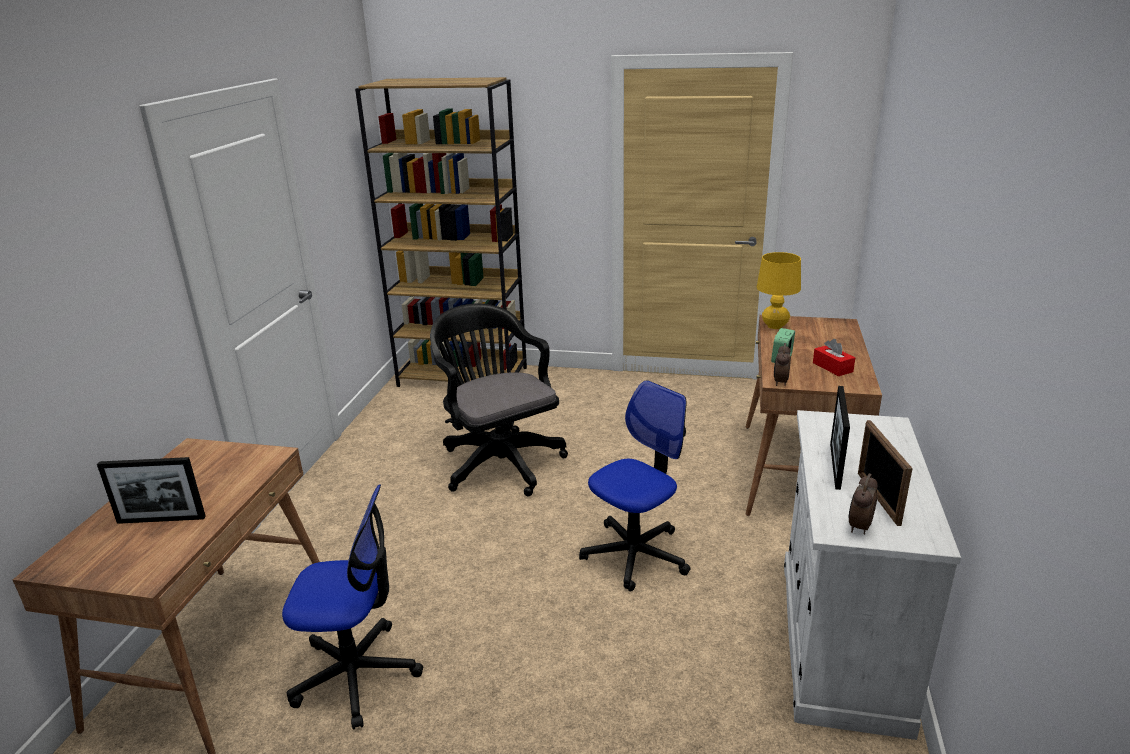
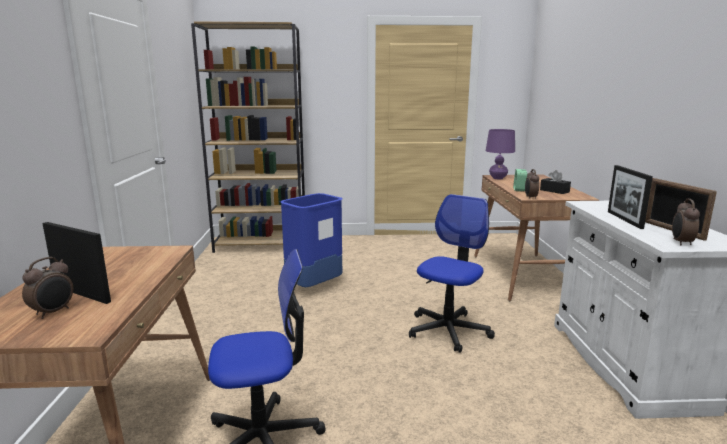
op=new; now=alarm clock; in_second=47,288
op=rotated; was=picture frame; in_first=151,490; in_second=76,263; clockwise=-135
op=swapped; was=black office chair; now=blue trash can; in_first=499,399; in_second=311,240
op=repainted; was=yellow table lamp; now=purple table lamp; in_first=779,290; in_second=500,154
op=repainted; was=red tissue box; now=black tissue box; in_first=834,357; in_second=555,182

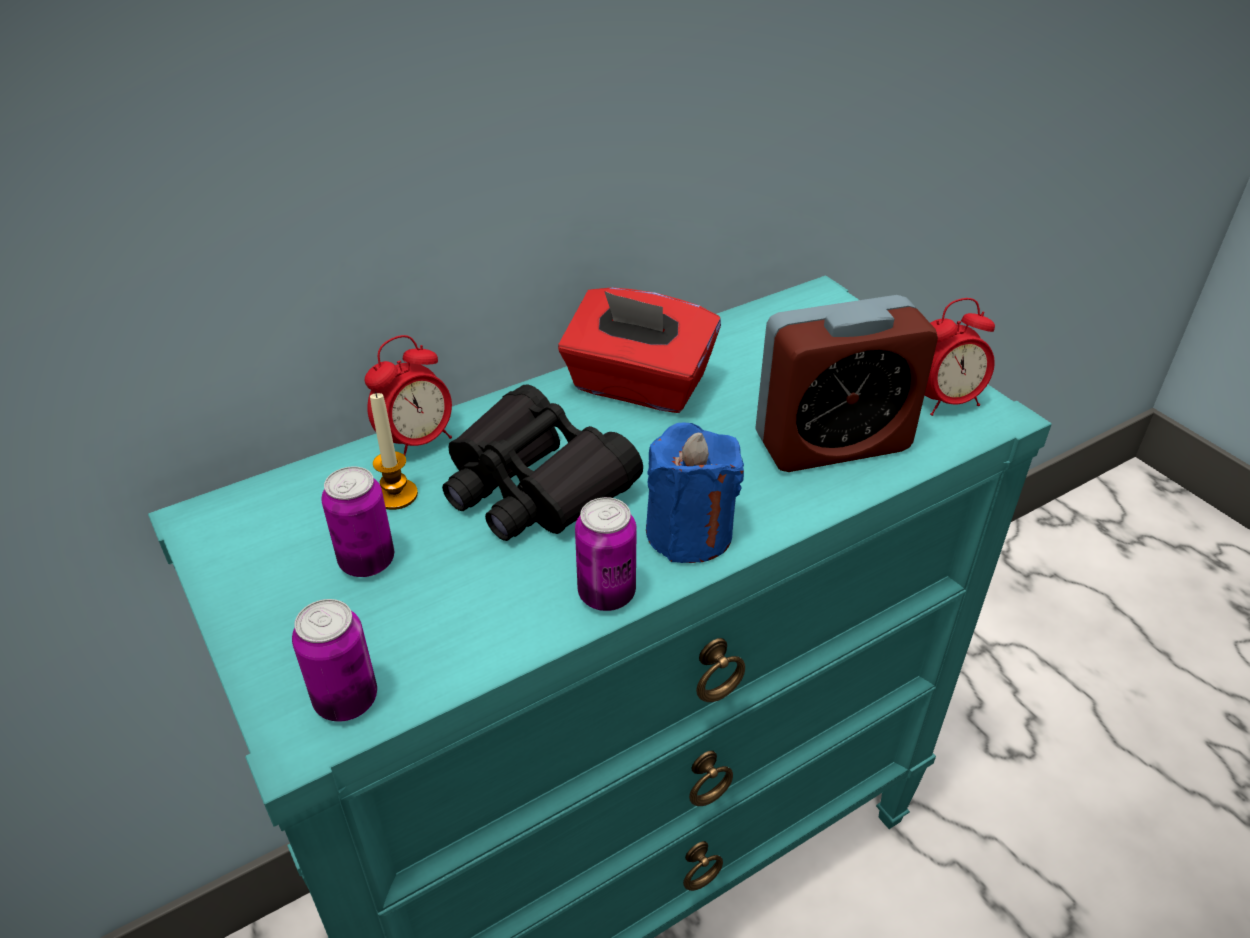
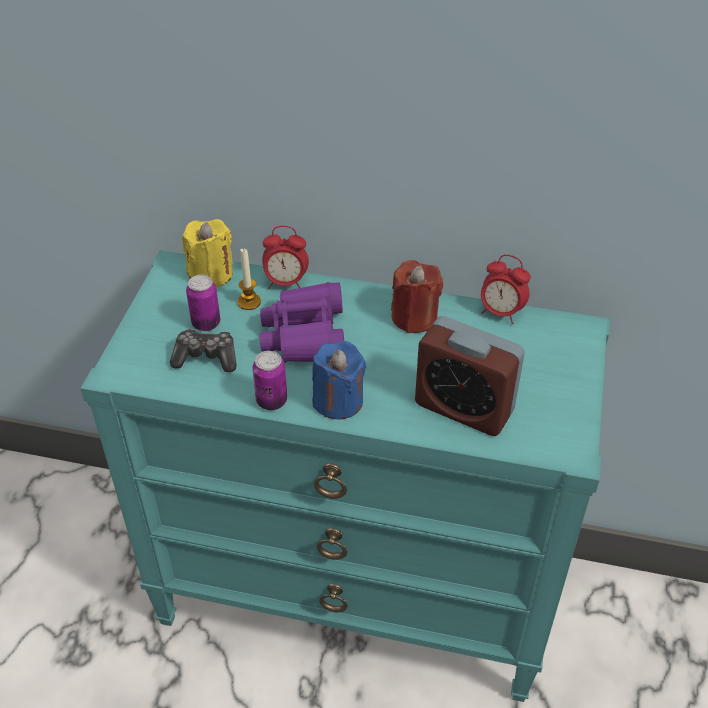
op=new; now=game controller; in_second=203,350
op=new; now=yellow candle; in_second=207,253
op=repainted; was=black binoculars; now=purple binoculars; in_first=542,463; in_second=302,322
op=swapped; was=red tissue box; now=red candle; in_first=639,350; in_second=417,296
op=shifted; was=alarm clock; in_first=960,357; in_second=505,289
op=gone; was=can; in_first=334,660

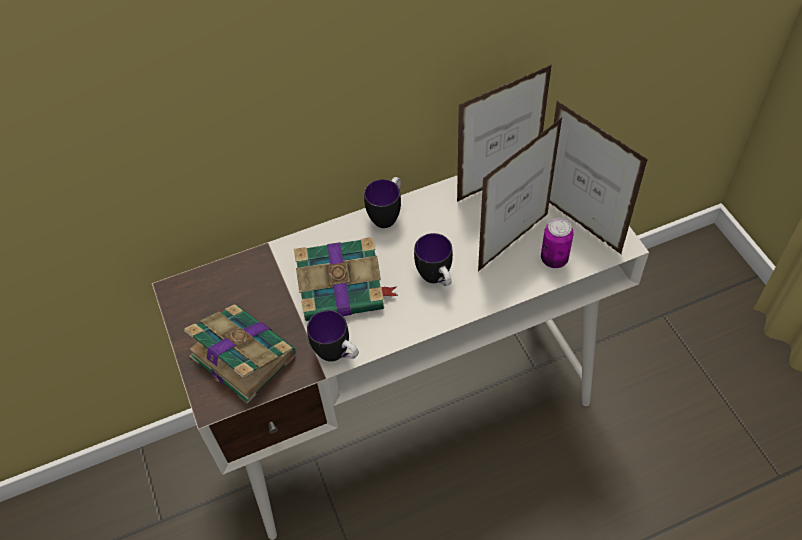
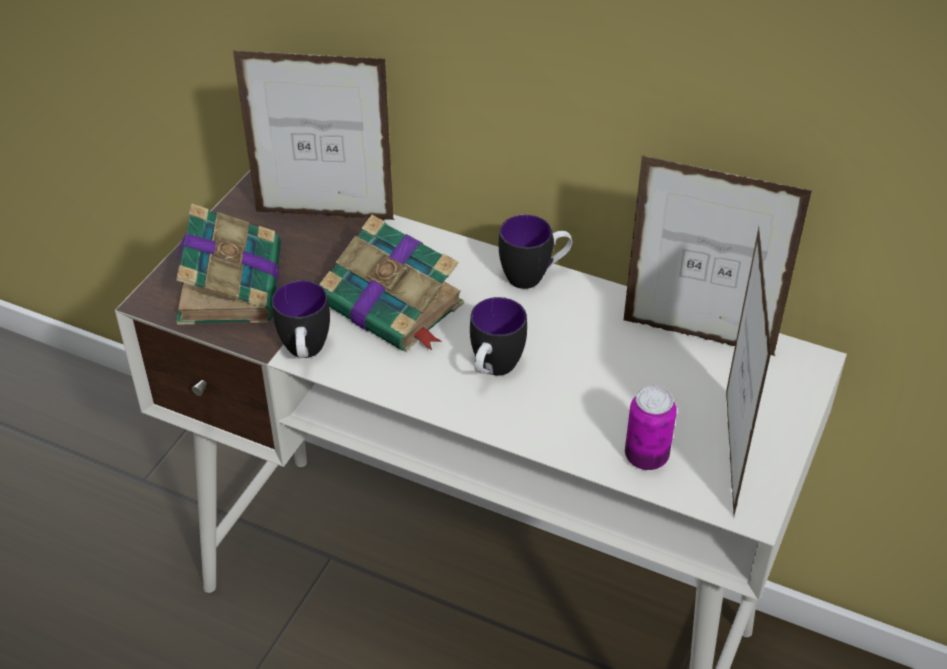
op=shifted; was=picture frame; in_first=520,194; in_second=314,135

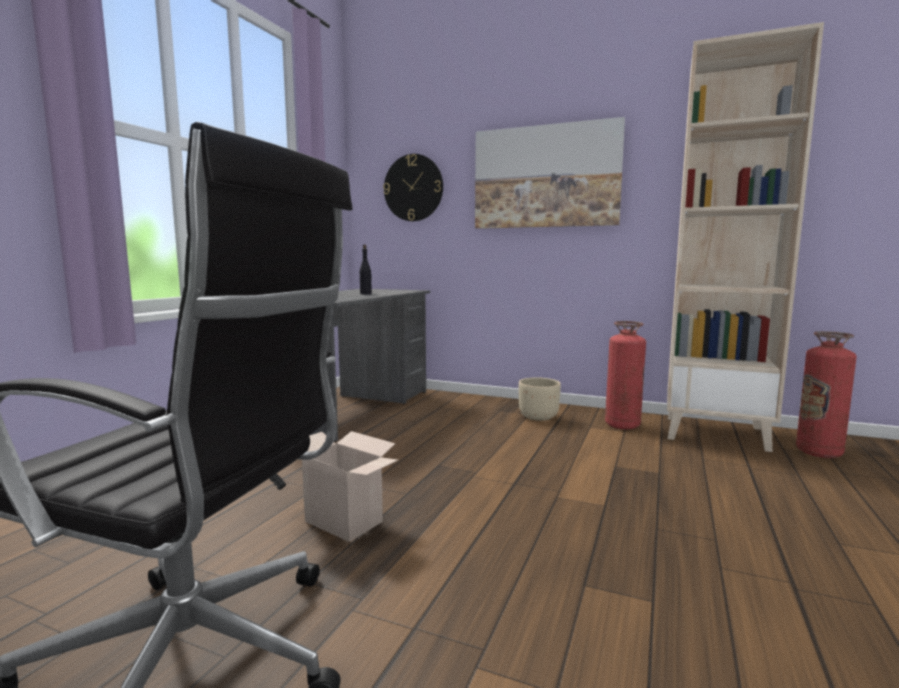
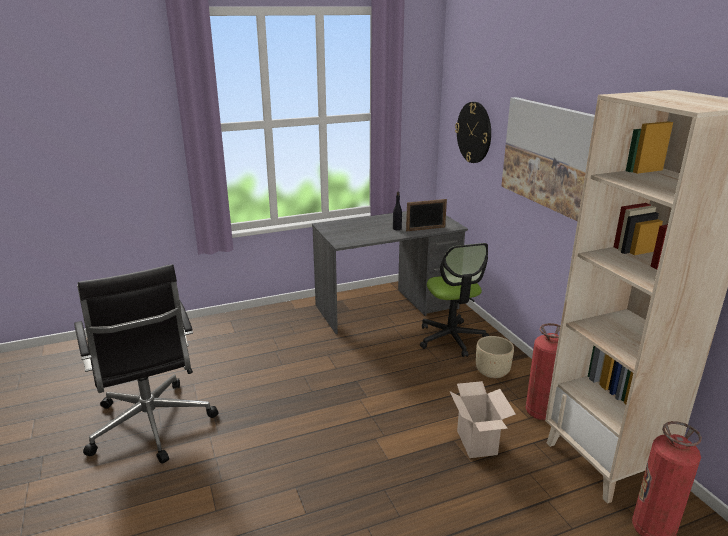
op=new; now=picture frame; in_second=426,215
op=new; now=office chair; in_second=454,300
op=shifted; was=cardboard box; in_first=350,486; in_second=483,419

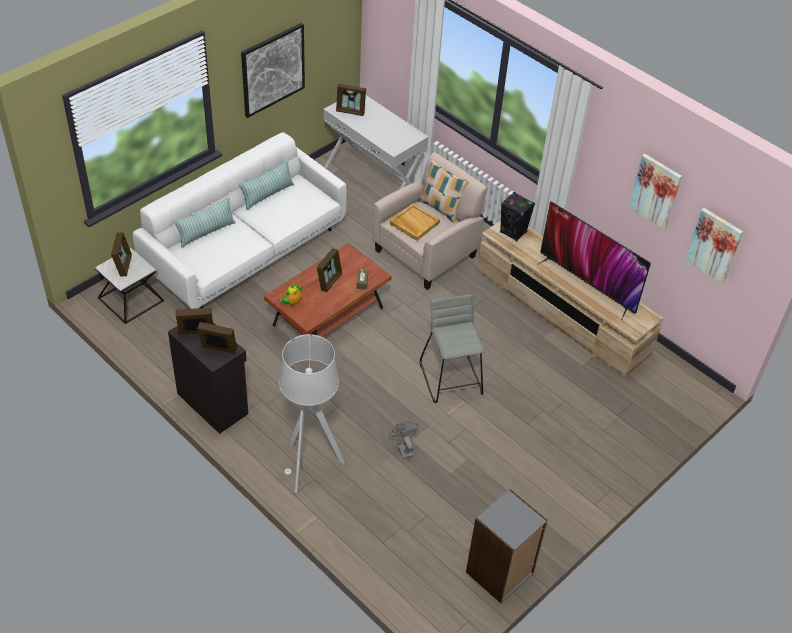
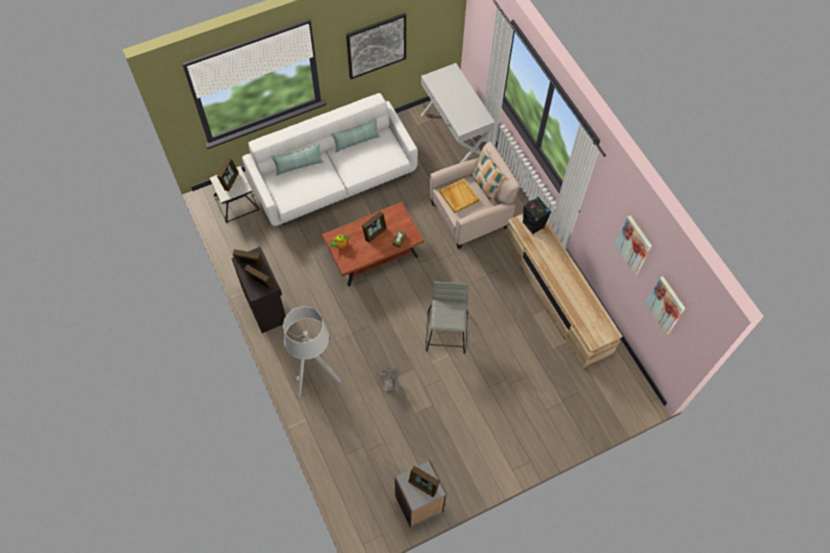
op=shifted; was=picture frame; in_first=351,100; in_second=424,481
op=gone; was=television; in_first=594,260

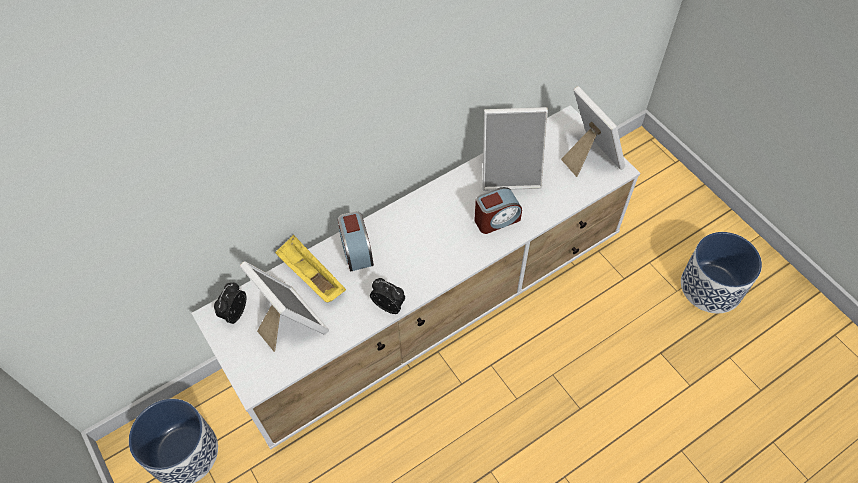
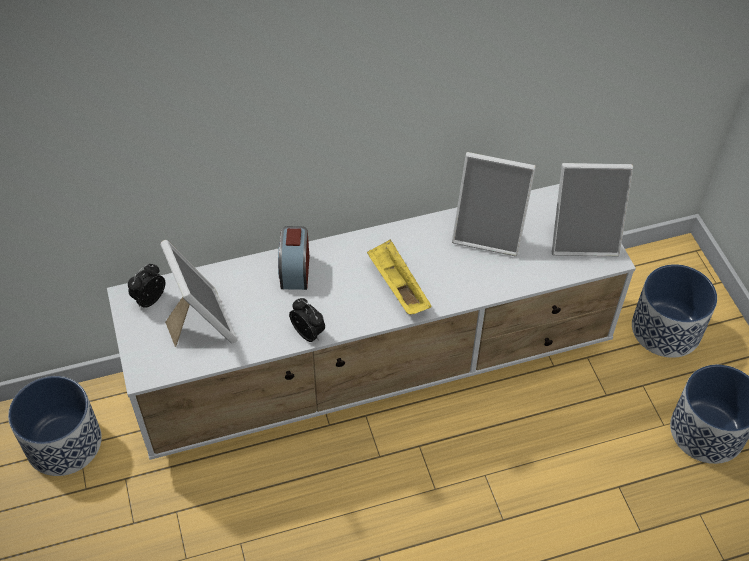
op=shifted; was=yellow tray; in_first=310,268; in_second=399,277
op=rotated; was=picture frame; in_first=593,131; in_second=592,210; clockwise=105
op=new; now=planter; in_second=674,311
op=gone; was=alarm clock; in_first=498,210

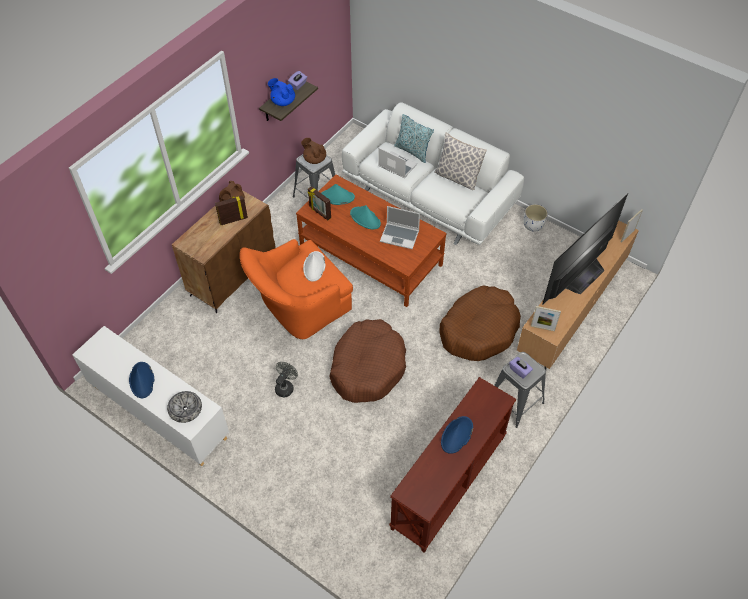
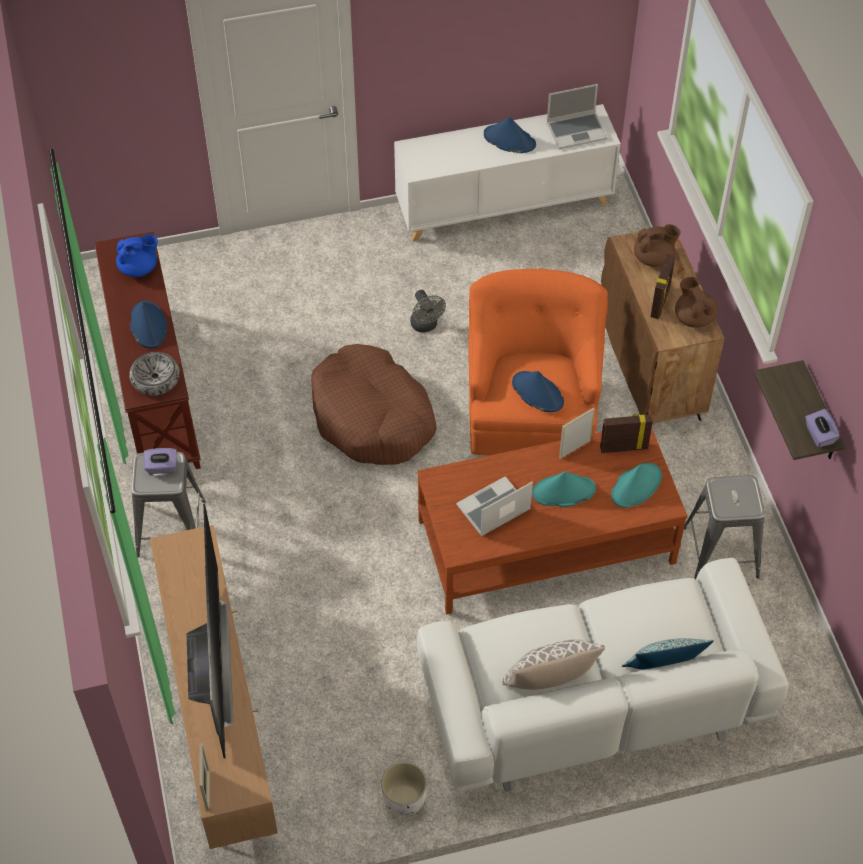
op=shifted; was=blue teapot; in_first=281,92; in_second=137,255
op=shifted; was=bowl; in_first=184,407; in_second=154,373
op=repainted; was=white hat; now=blue hat; in_first=314,266; in_second=538,391
op=shifted; was=laptop; in_first=397,163; in_second=576,116
op=shifted; was=picture frame; in_first=546,318; in_second=577,433
op=shifted; was=brown teapot; in_first=313,151; in_second=657,245
op=gone; was=brown dog bed; in_first=480,323

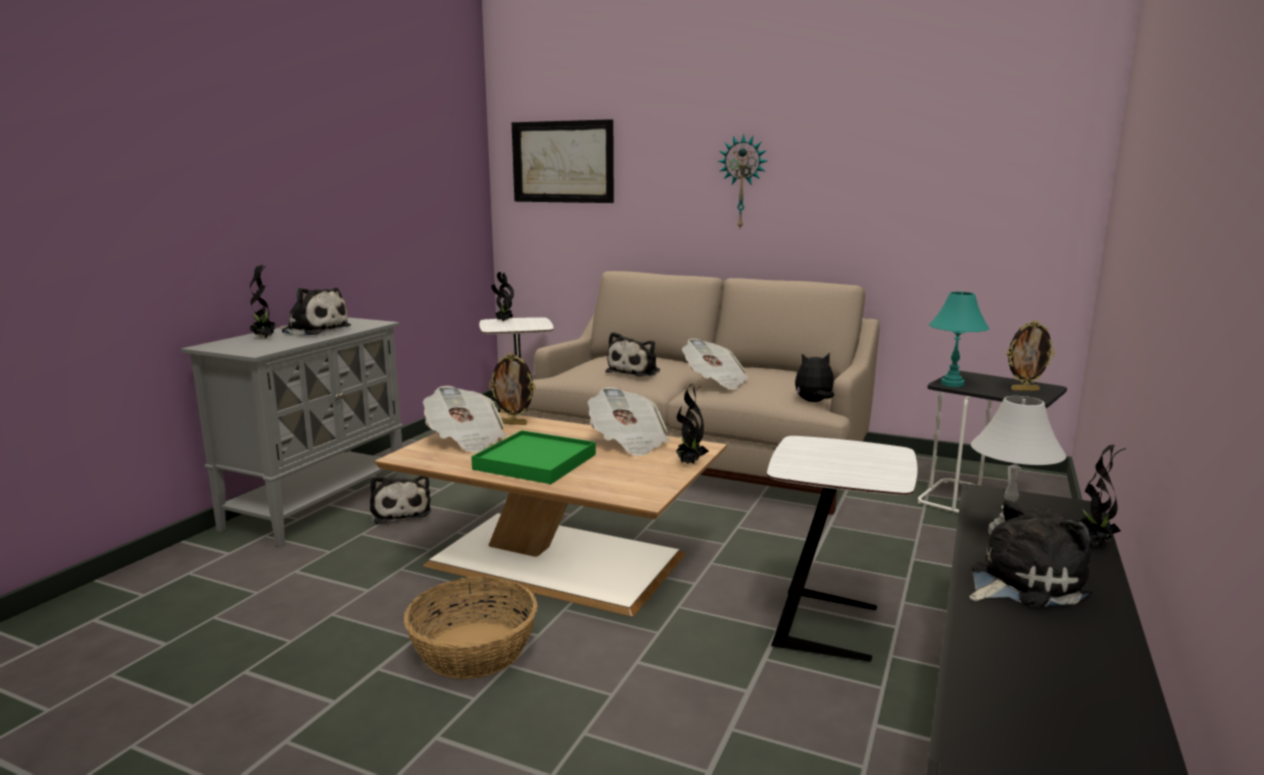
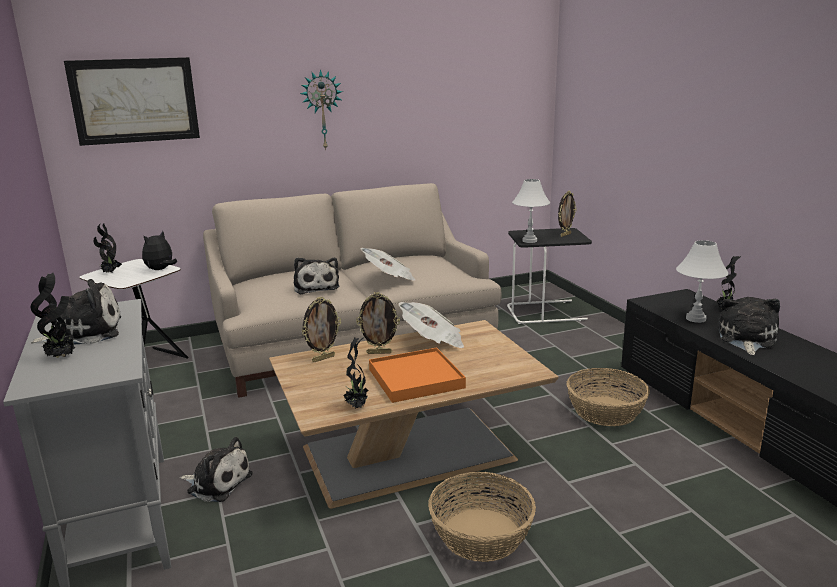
op=shifted; was=plush toy; in_first=814,377; in_second=159,250
op=shifted; was=potted plant; in_first=692,424; in_second=356,373
op=new; now=picture frame; in_second=378,323
op=repainted; was=green tray; now=orange tray; in_first=533,457; in_second=417,375
op=repainted; was=turquoise table lamp; now=white table lamp; in_first=959,339; in_second=531,211
op=swapped; was=white side table; now=basket; in_first=842,549; in_second=608,397
op=gone; was=newspaper; in_first=464,419

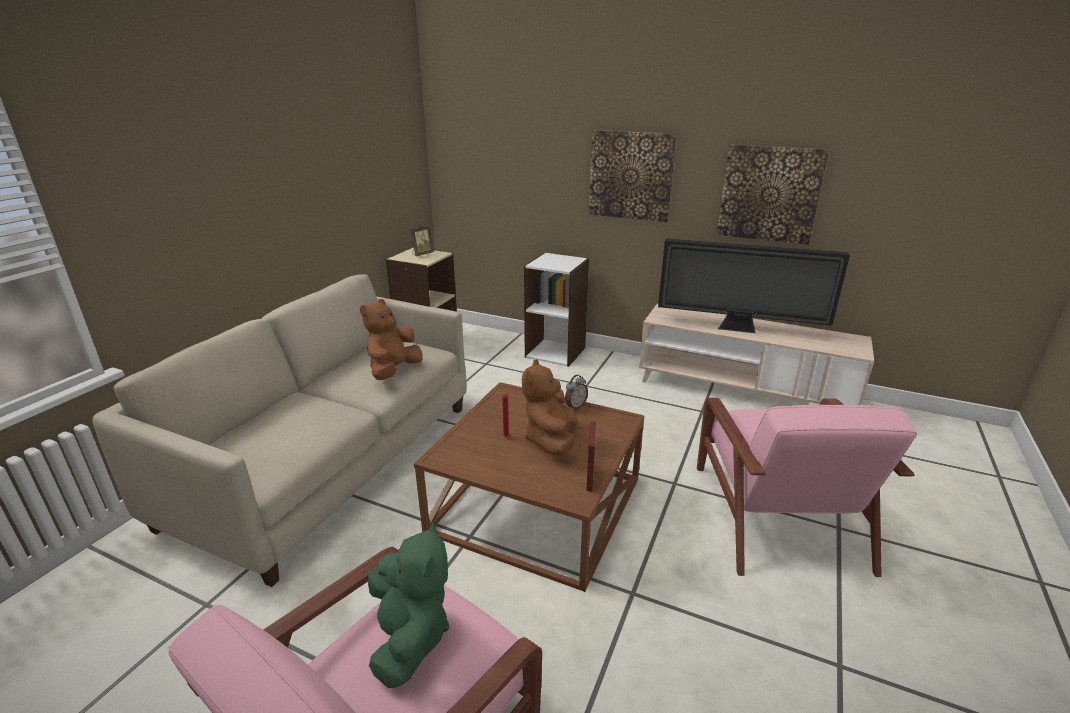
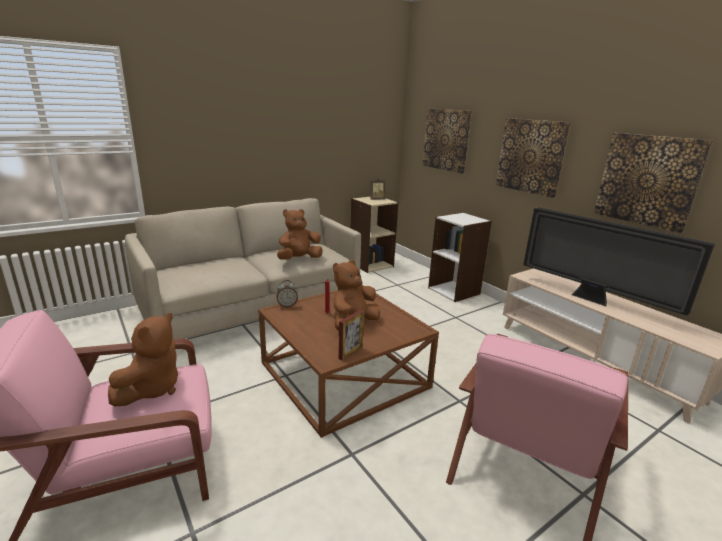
op=repainted; was=green plush toy; now=brown plush toy; in_first=408,604; in_second=143,360
op=shifted; was=alarm clock; in_first=576,392; in_second=287,293
op=new; now=picture; in_second=447,141

